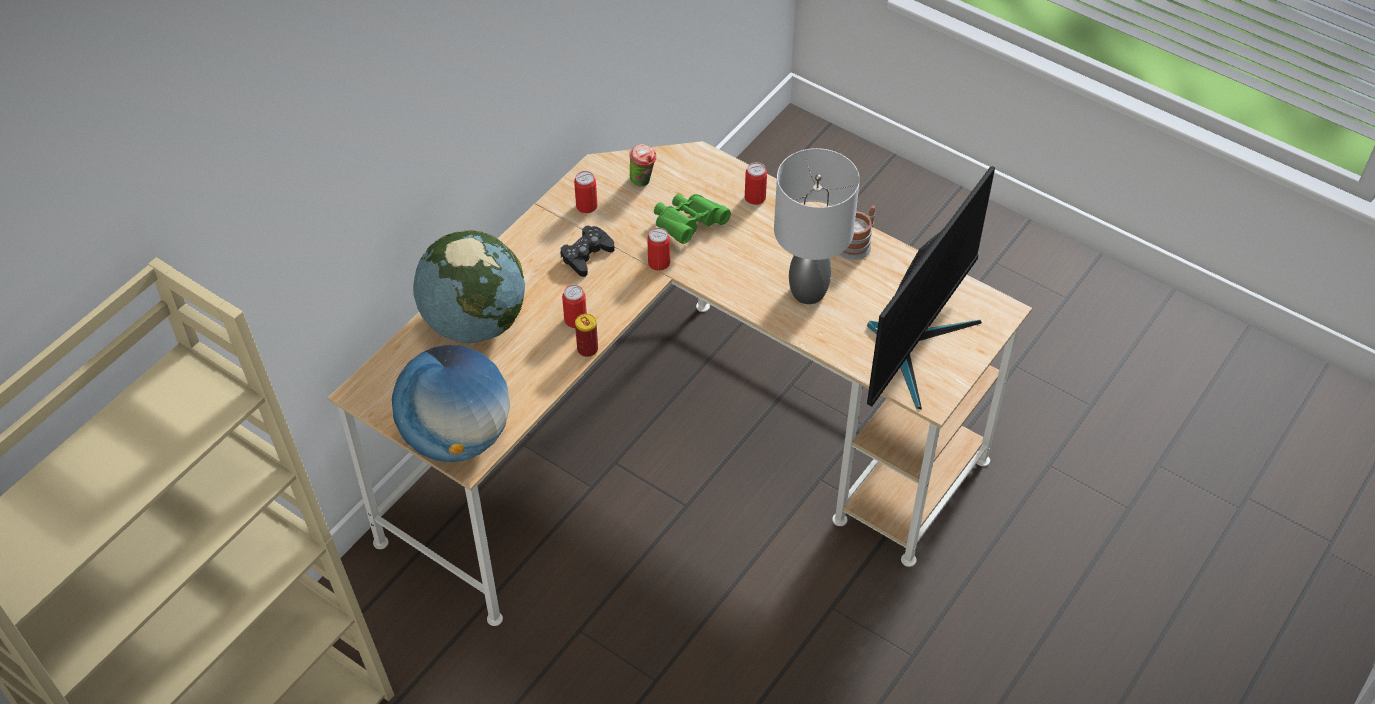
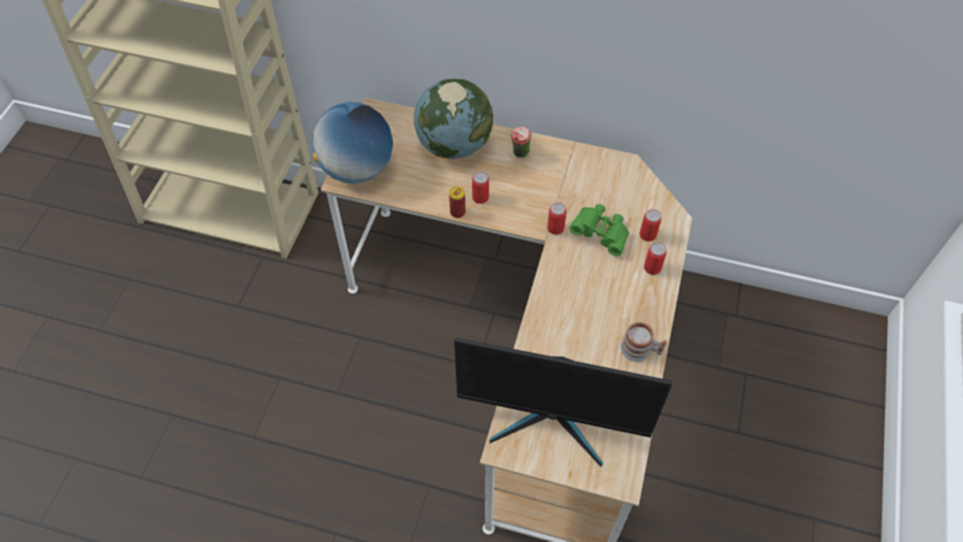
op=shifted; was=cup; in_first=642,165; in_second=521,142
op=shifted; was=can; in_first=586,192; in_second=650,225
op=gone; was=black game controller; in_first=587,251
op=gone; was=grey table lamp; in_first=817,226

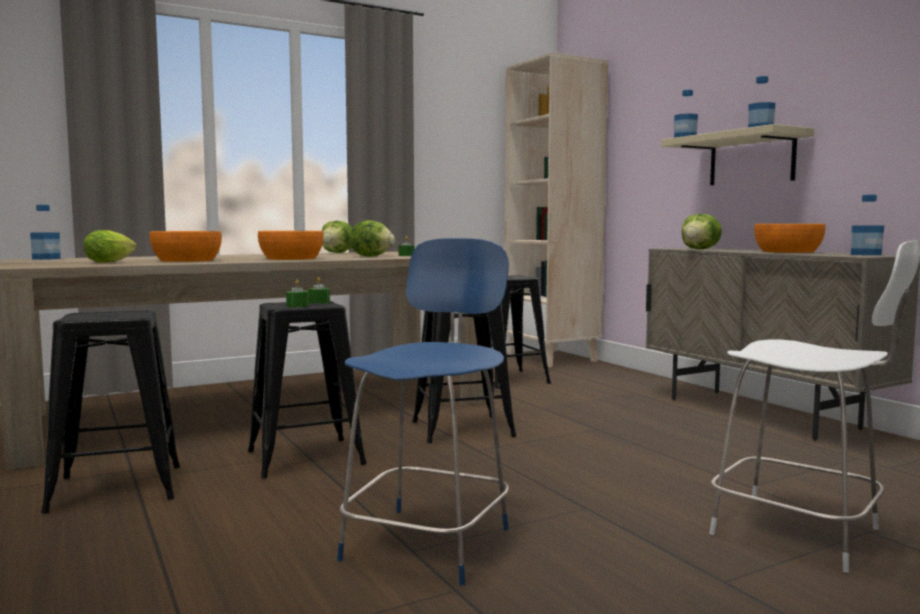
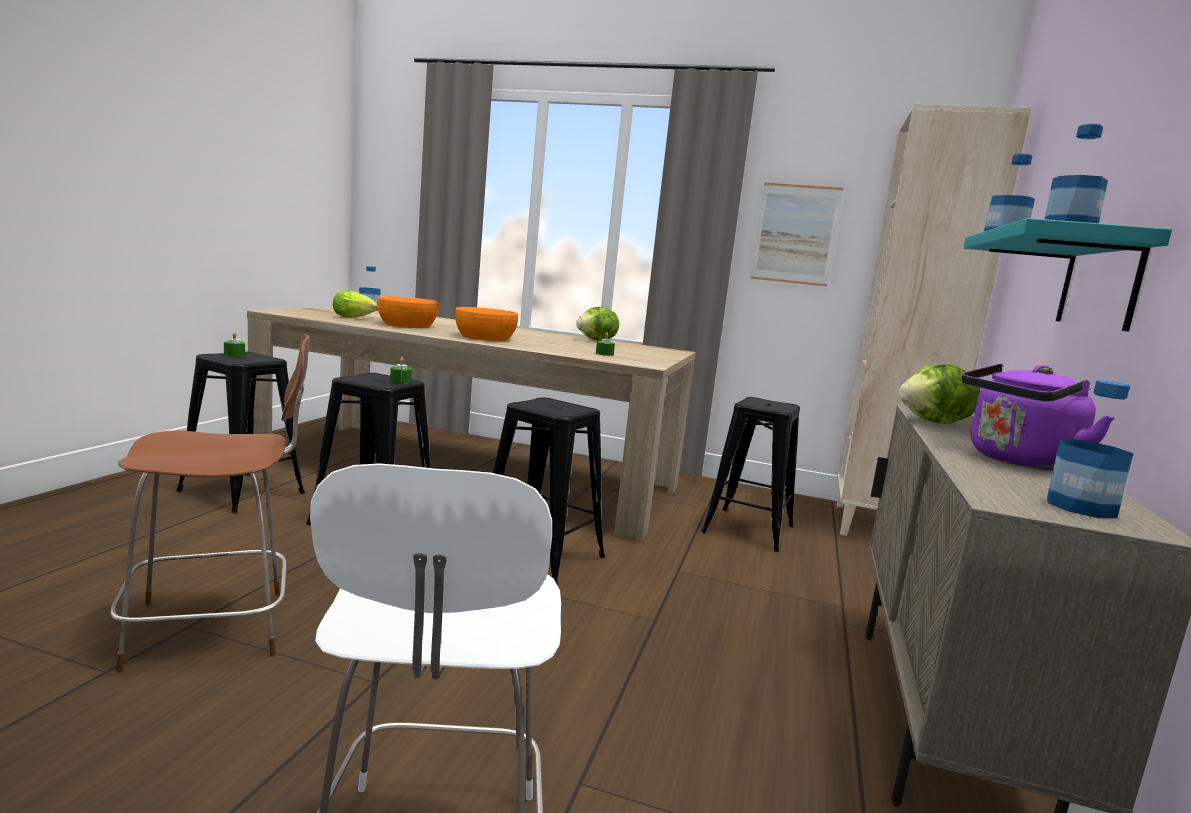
op=repainted; was=blue chair; now=brown chair; in_first=423,412; in_second=210,503
op=shifted; was=green candle; in_first=297,293; in_second=234,344
op=new; now=picture; in_second=797,234
op=swapped; was=orange bowl; now=purple kettle; in_first=789,238; in_second=1038,417
op=repainted; was=beige shelf; now=turquoise shelf; in_first=737,154; in_second=1068,274
op=gone; was=lettuce; in_first=372,238

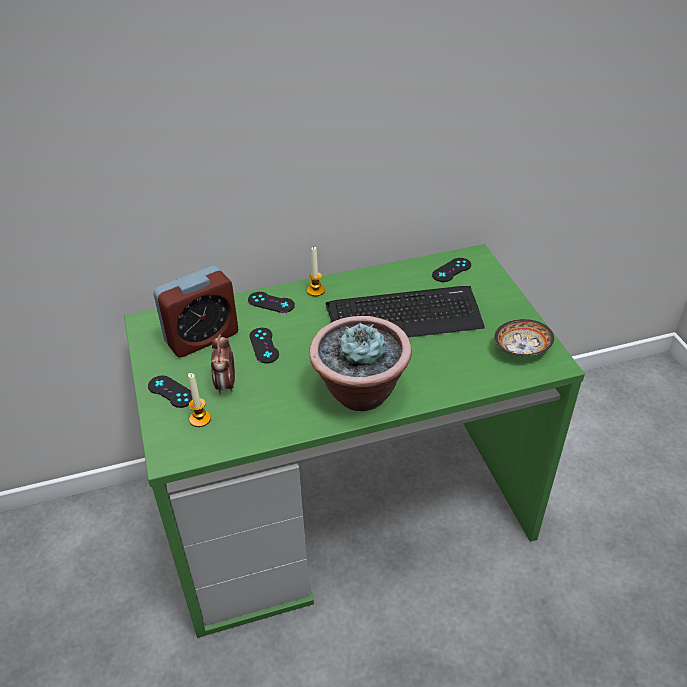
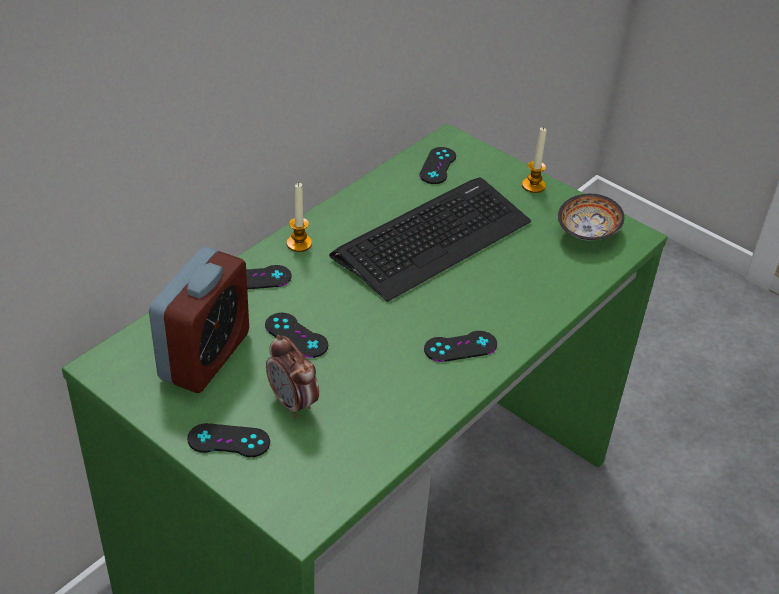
op=swapped; was=potted plant; now=black game controller; in_first=360,363; in_second=460,346
op=shifted; was=candle; in_first=199,400; in_second=534,160

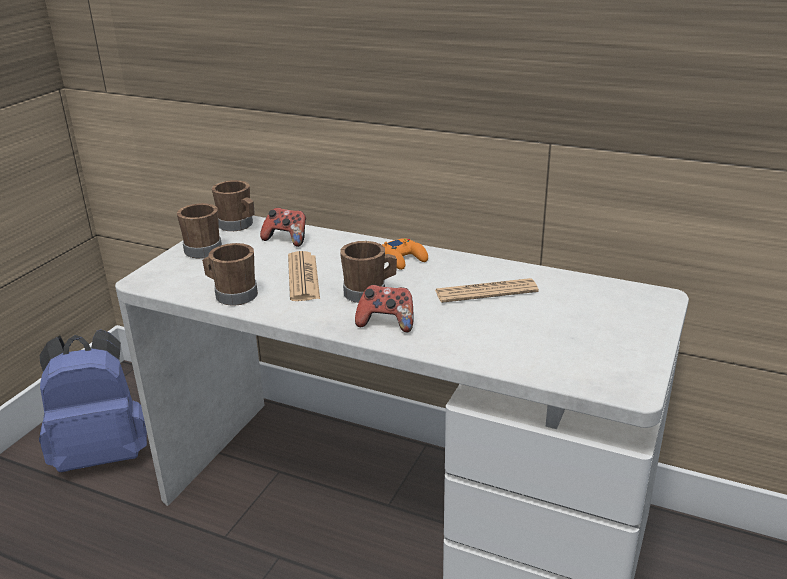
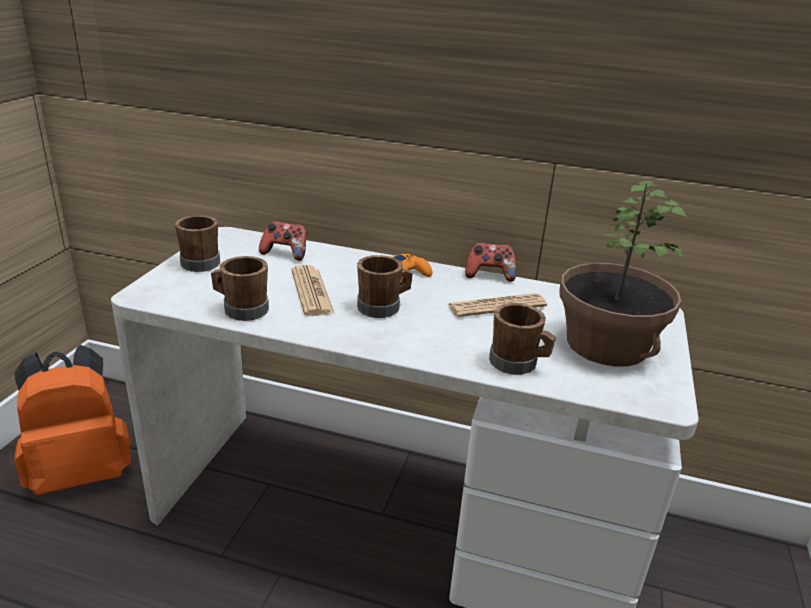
op=repainted; was=blue backpack; now=orange backpack; in_first=93,400; in_second=72,420
op=shifted; was=game controller; in_first=384,308; in_second=490,262
op=shifted; was=brown mug; in_first=233,205; in_second=522,339
op=new; now=potted plant; in_second=623,274

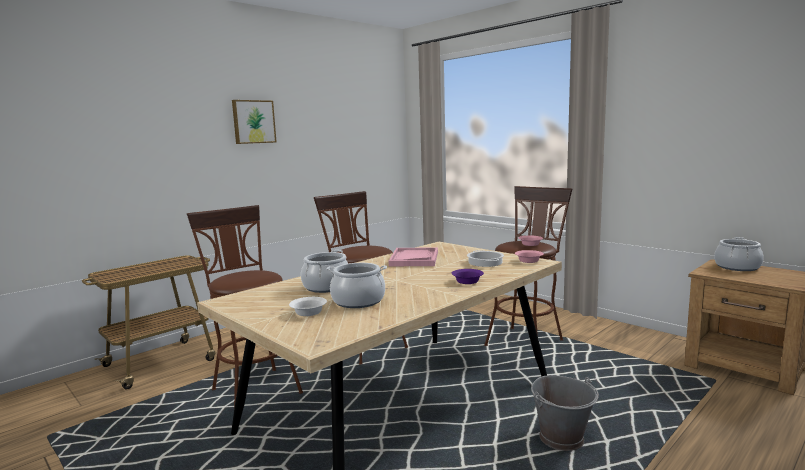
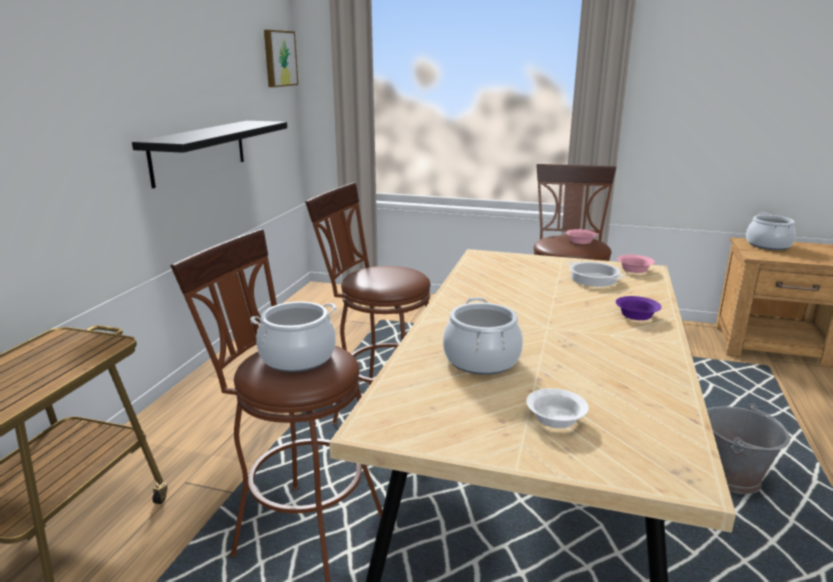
op=new; now=black shelf; in_second=209,154
op=shifted; was=cooking pot; in_first=356,285; in_second=293,336
op=shifted; was=picture; in_first=254,122; in_second=281,58
op=gone; was=pink tray; in_first=413,256

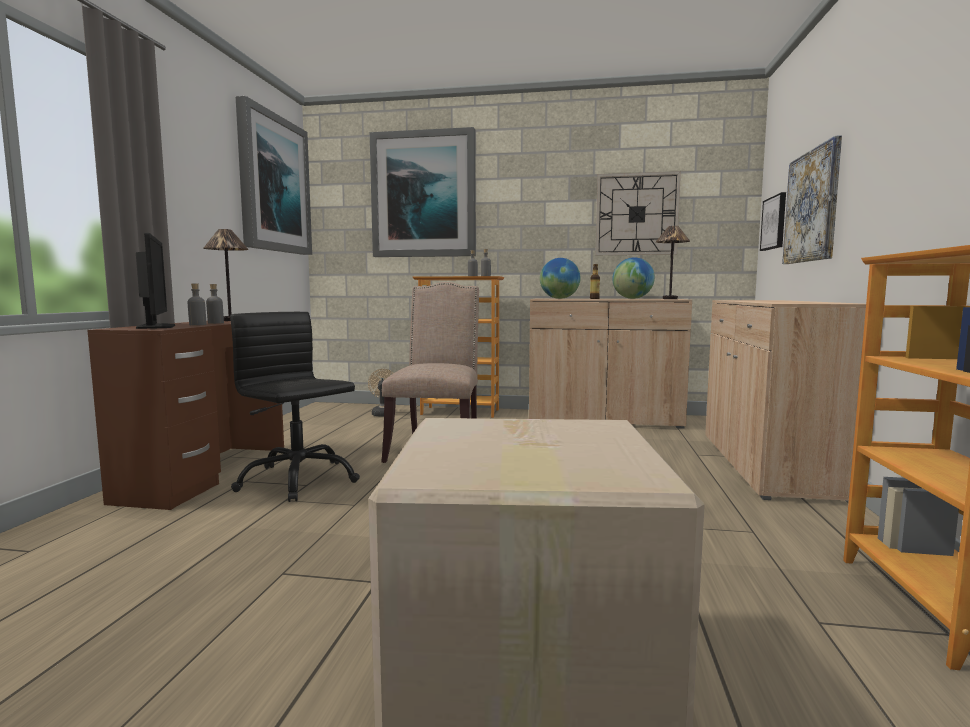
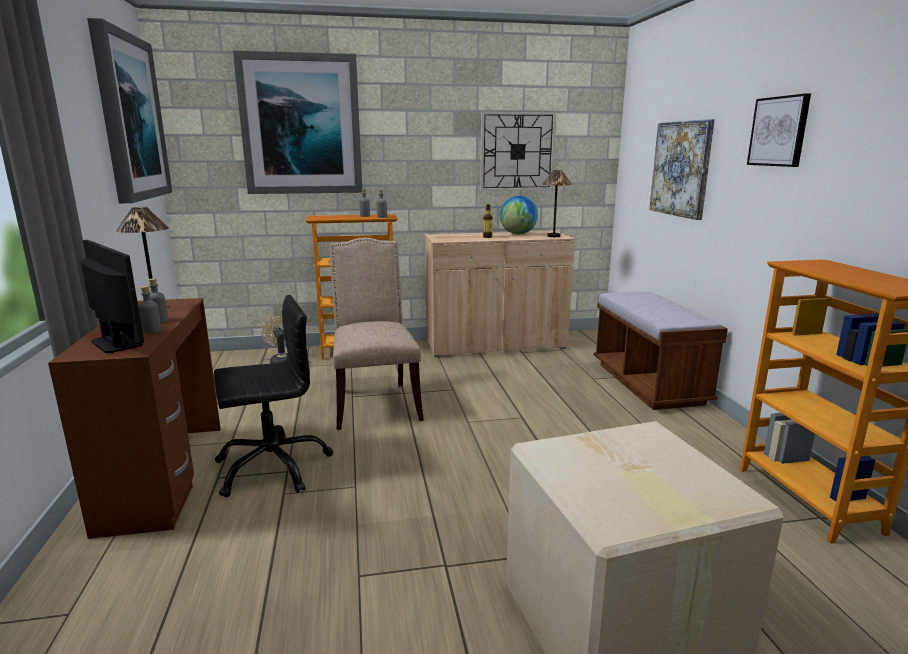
op=rotated; was=black office chair; in_first=295,407; in_second=273,396; clockwise=135
op=swapped; was=beige cabinet; now=brown bench; in_first=785,401; in_second=661,350
op=shifted; was=picture; in_first=773,221; in_second=779,130
op=gone; was=globe; in_first=560,278

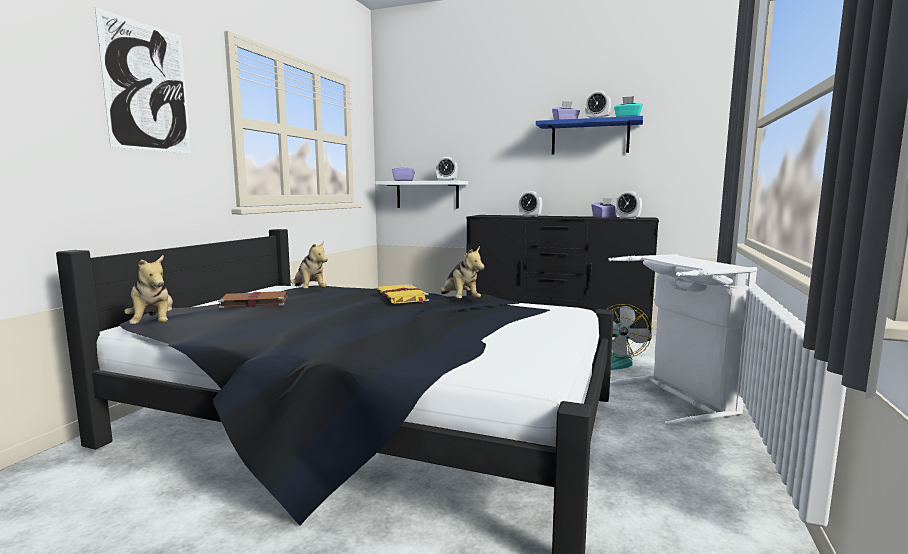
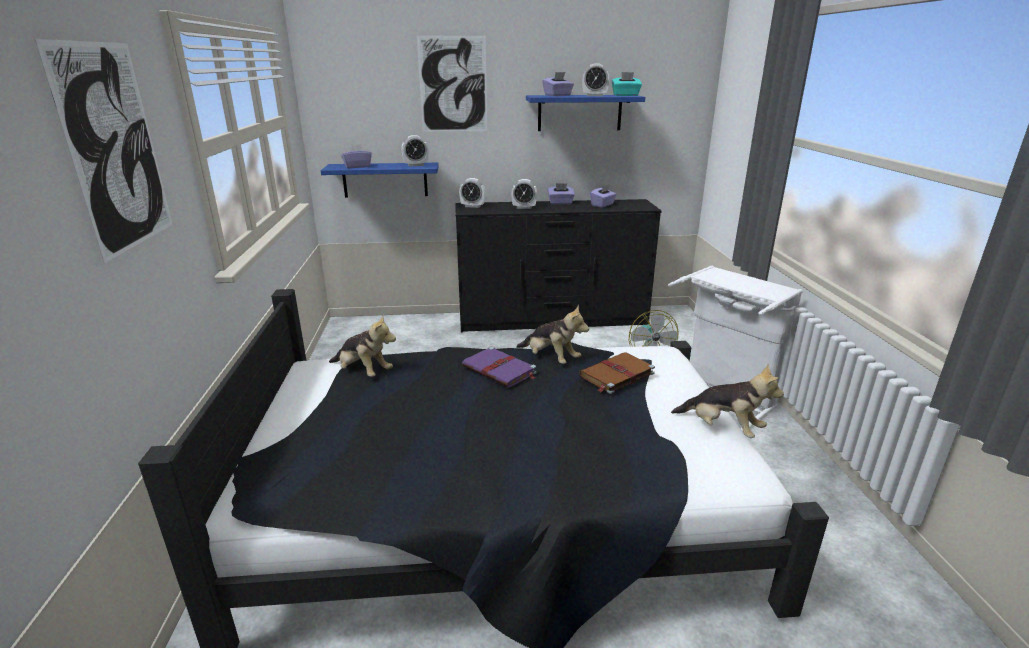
op=repainted; was=white shelf; now=blue shelf; in_first=421,195; in_second=380,180
op=new; now=picture; in_second=452,84
op=shifted; was=alarm clock; in_first=628,205; in_second=472,193
op=repainted; was=yellow book; now=purple book; in_first=402,293; in_second=499,367
op=new; now=purple tissue box; in_second=561,193
op=shifted; was=brown book; in_first=251,299; in_second=617,373
op=shifted; was=plush toy; in_first=148,289; in_second=727,401

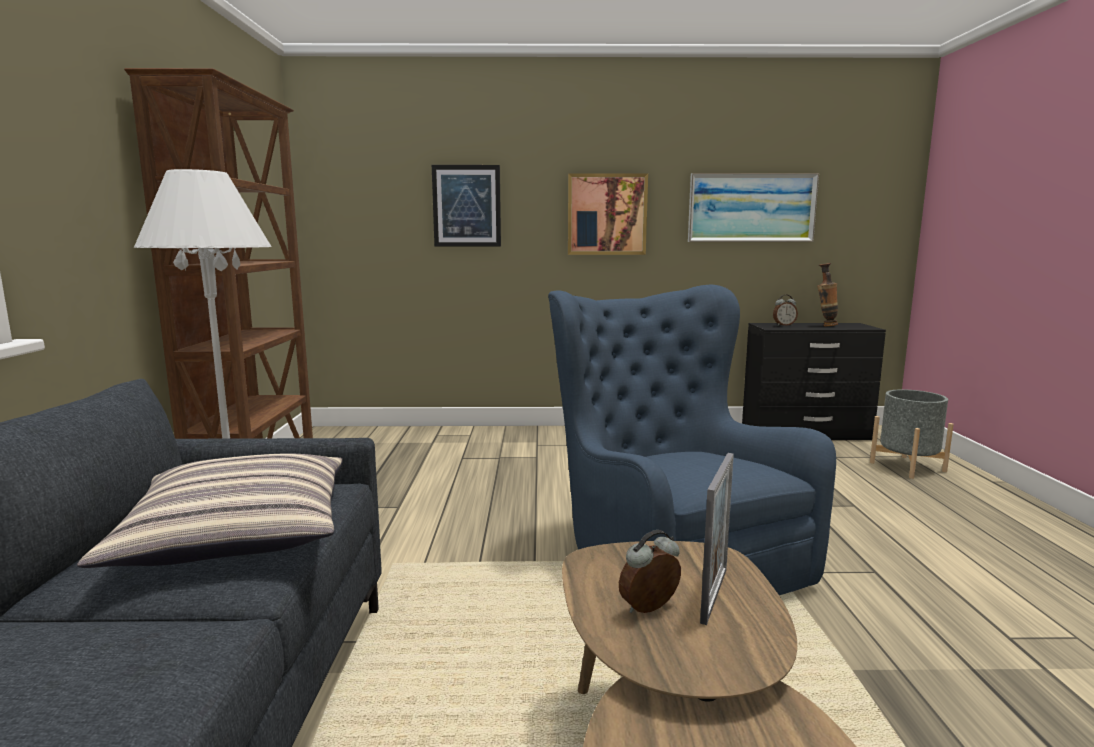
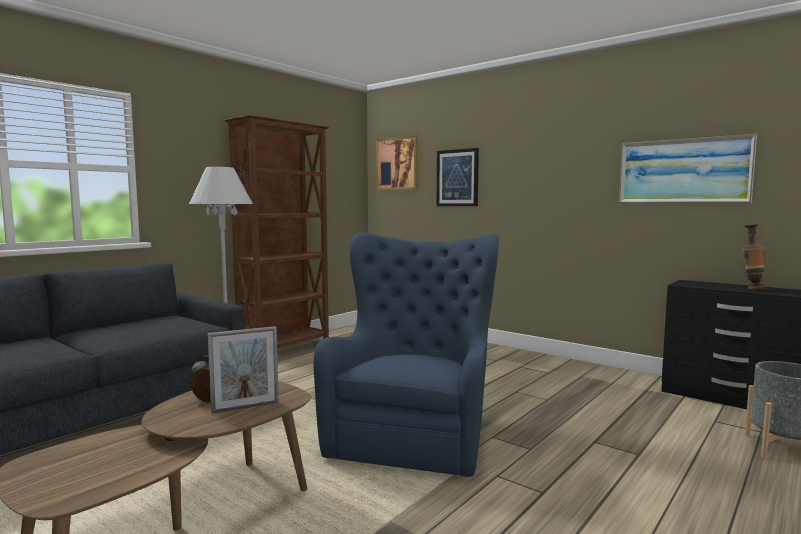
op=shifted; was=picture; in_first=608,214; in_second=397,162
op=gone; was=pillow; in_first=210,510
op=gone; was=alarm clock; in_first=785,310

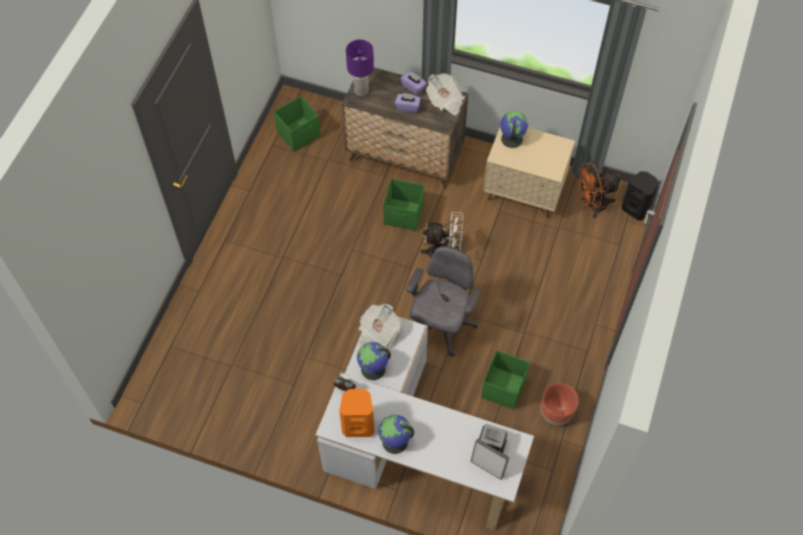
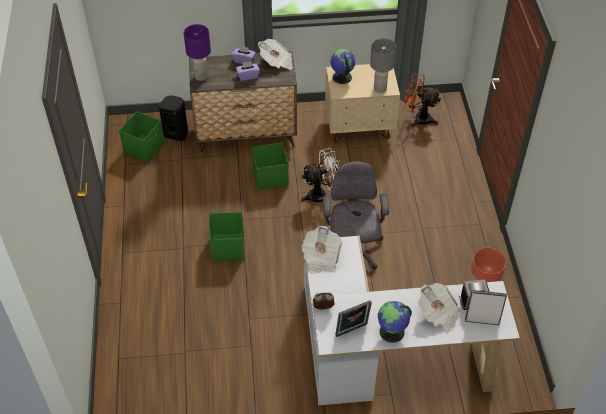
op=shifted; was=black speaker; in_first=640,196; in_second=173,118
op=shifted; was=green storage box; in_first=505,380; in_second=227,236
op=swapped; was=orange speaker; now=picture frame; in_first=356,413; in_second=353,318
op=new; now=grey table lamp; in_second=383,65
op=rotated; was=orange fan; in_first=599,190; in_second=422,100; clockwise=60
op=new; now=newspaper; in_second=439,307
op=gone; was=globe; in_first=374,361

